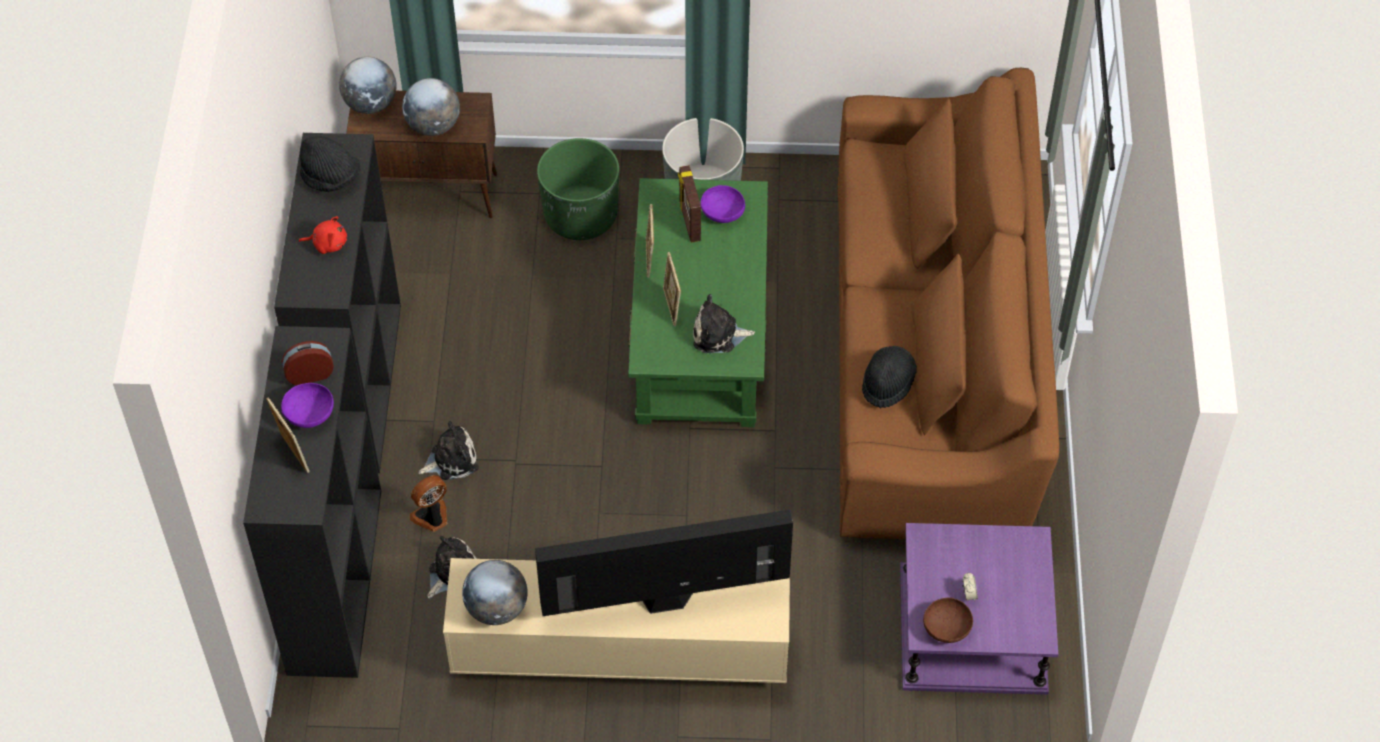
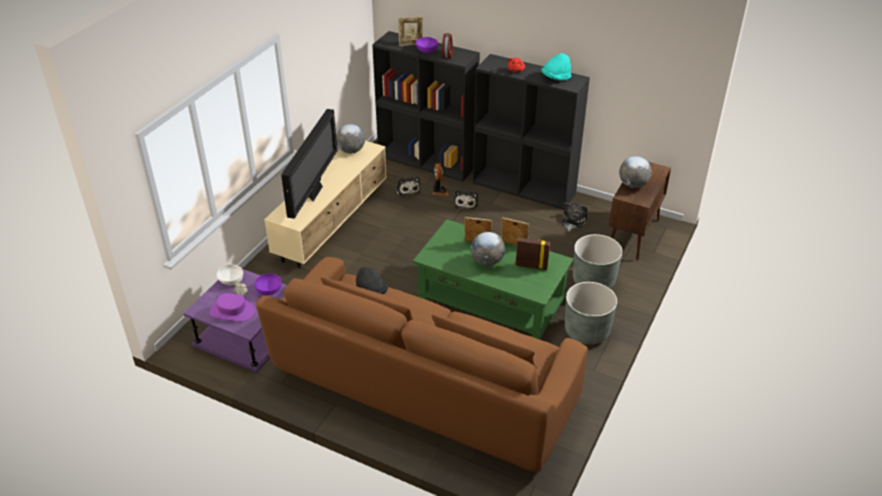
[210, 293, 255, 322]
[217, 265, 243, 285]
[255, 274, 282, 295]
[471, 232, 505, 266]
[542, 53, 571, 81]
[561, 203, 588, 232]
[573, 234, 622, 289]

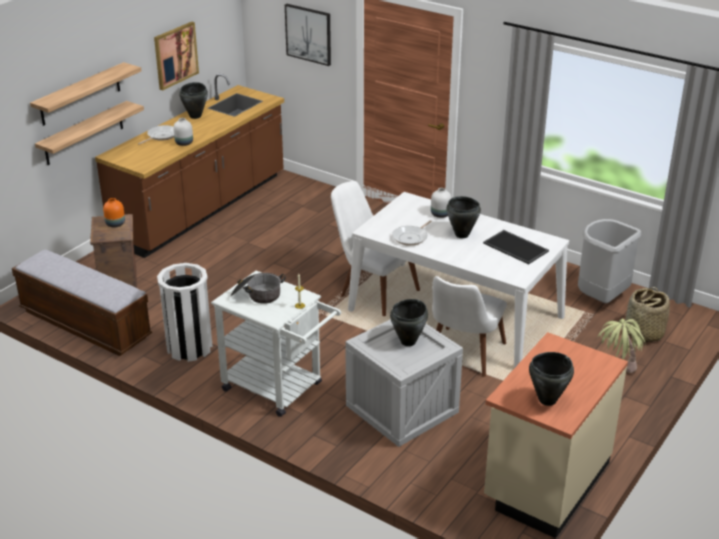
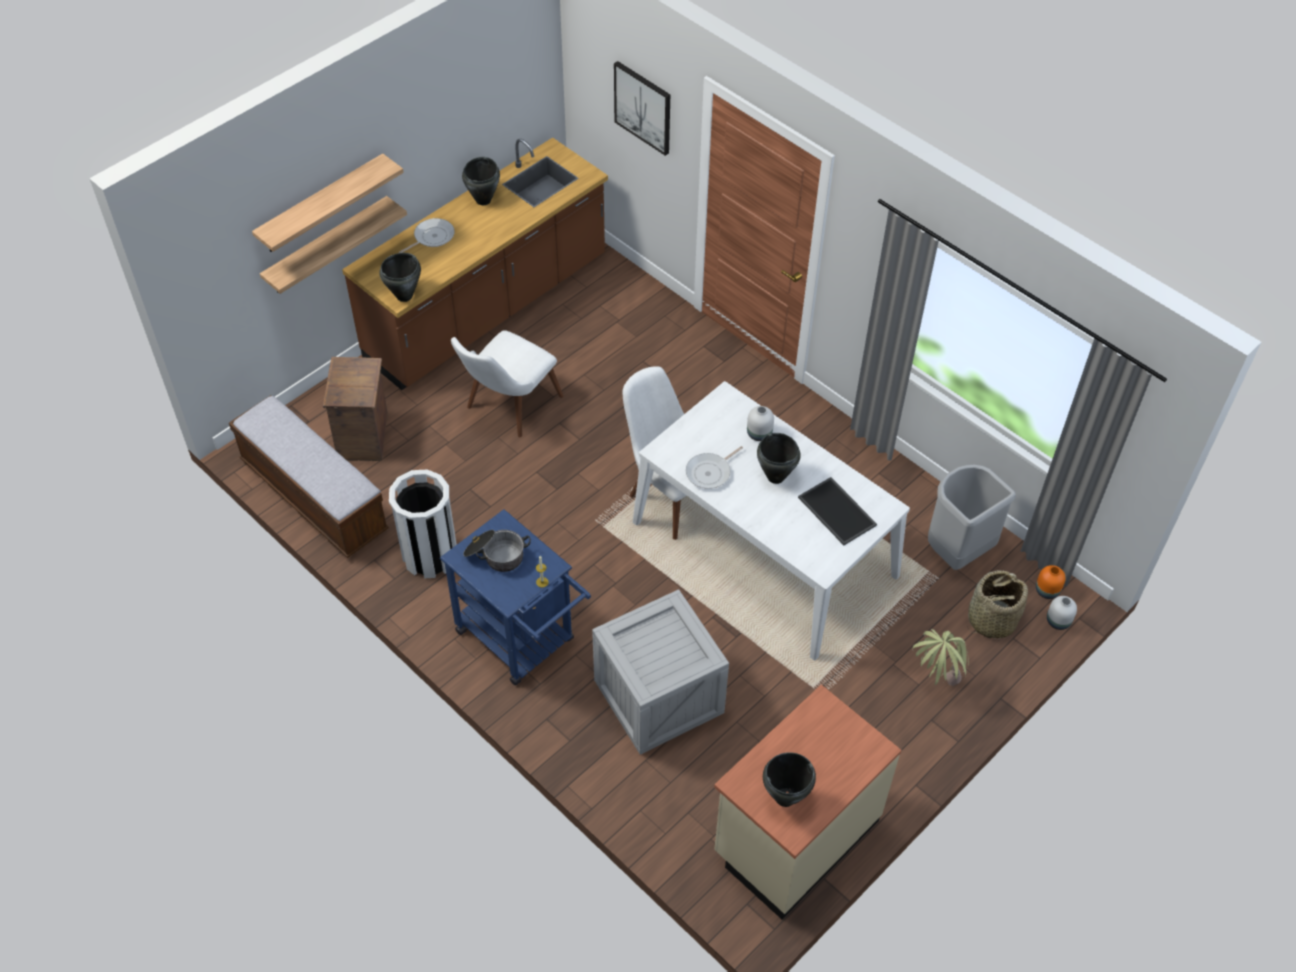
[380, 253, 421, 302]
[440, 509, 591, 685]
[451, 330, 563, 437]
[1036, 565, 1066, 599]
[1047, 596, 1077, 630]
[154, 22, 199, 90] (first image)

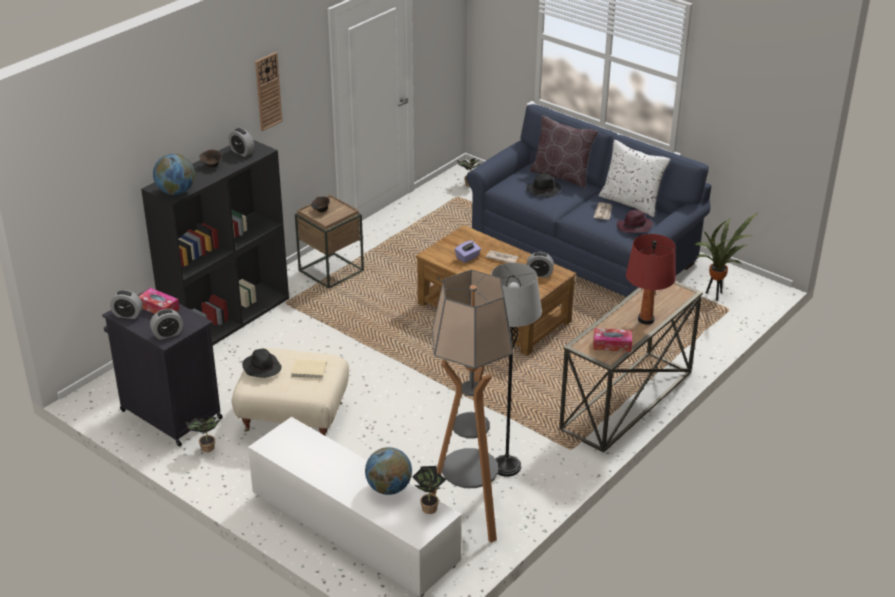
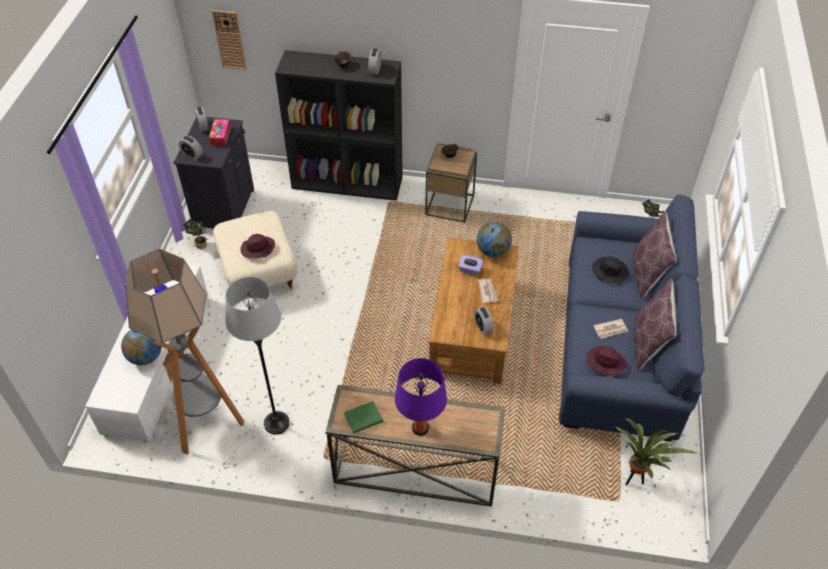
[212, 10, 247, 70]
[240, 234, 275, 259]
[344, 401, 383, 434]
[395, 358, 447, 436]
[477, 222, 512, 257]
[634, 279, 676, 371]
[242, 349, 281, 378] (first image)
[413, 466, 446, 514] (first image)

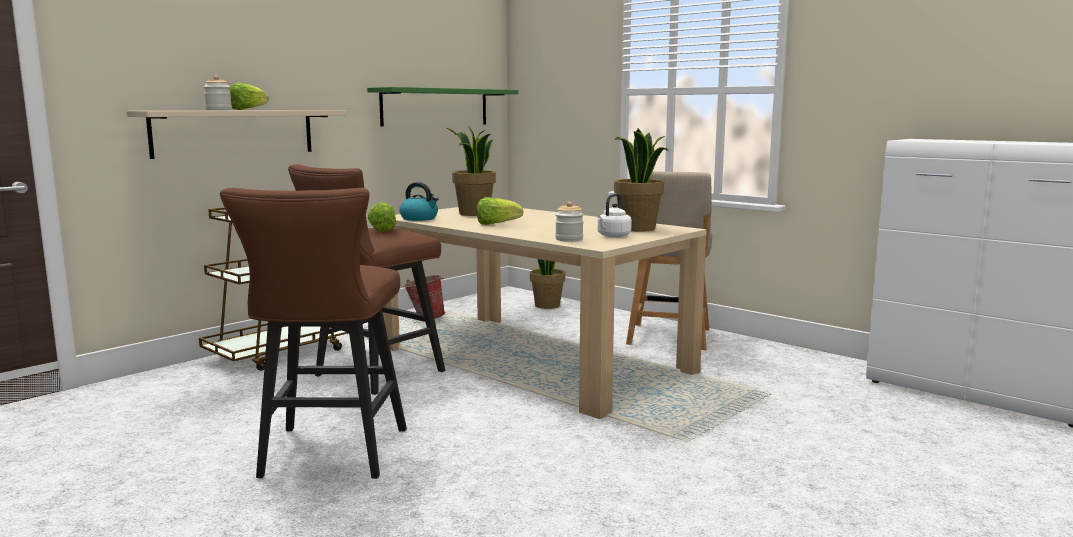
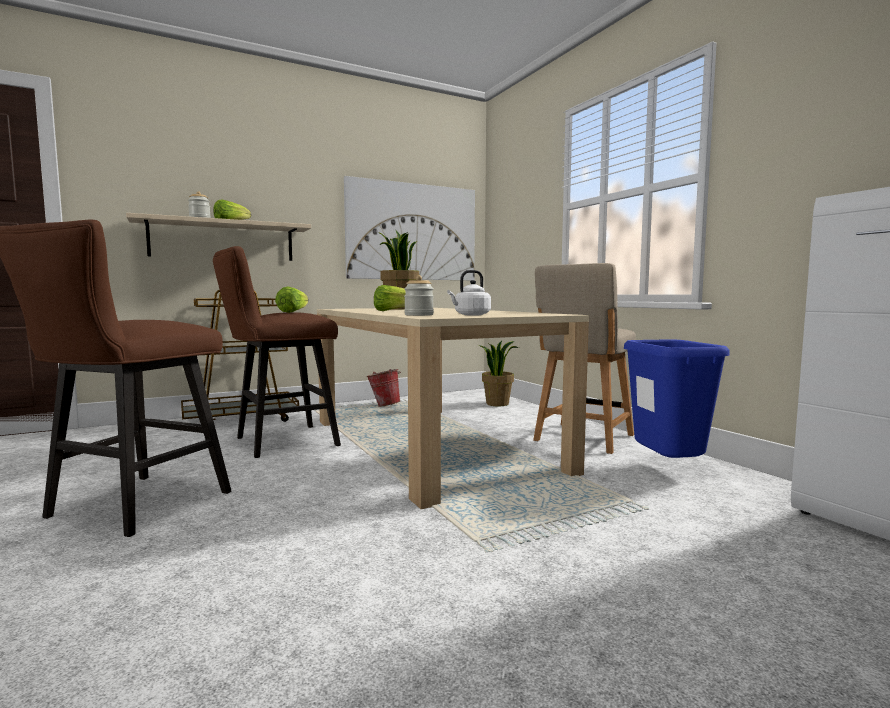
[344, 176, 475, 280]
[624, 339, 730, 458]
[399, 182, 439, 221] (first image)
[614, 128, 669, 232] (first image)

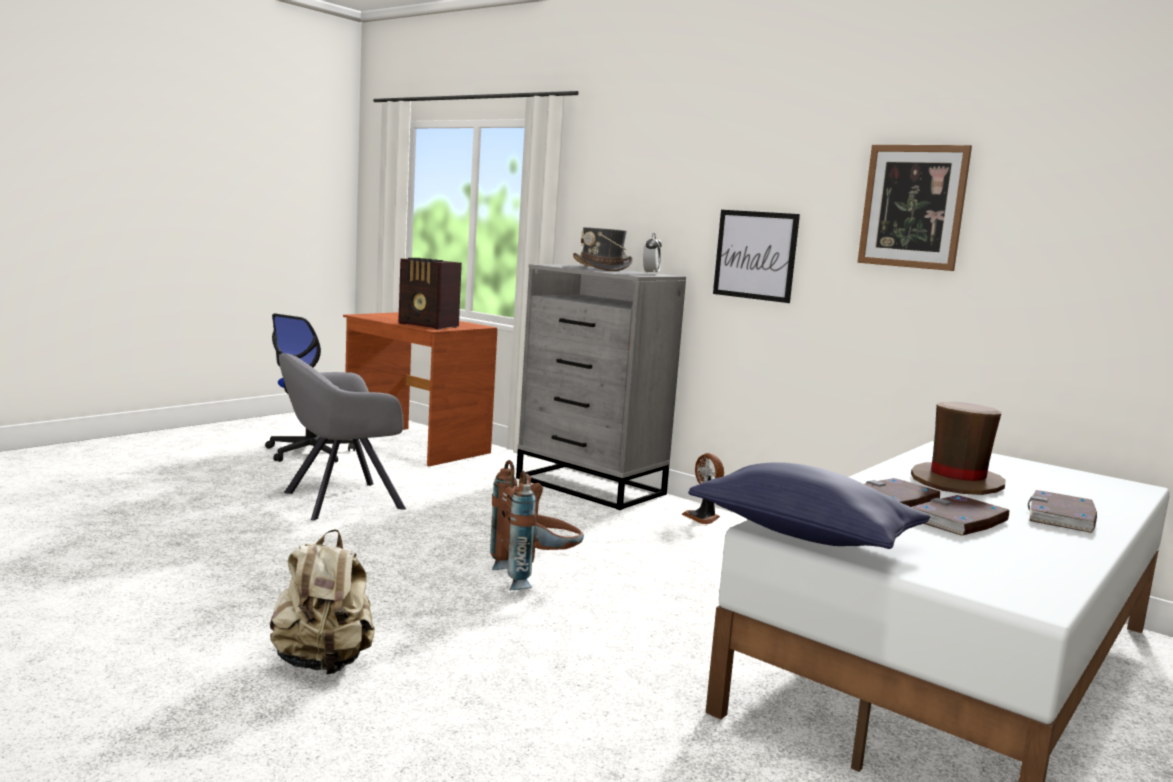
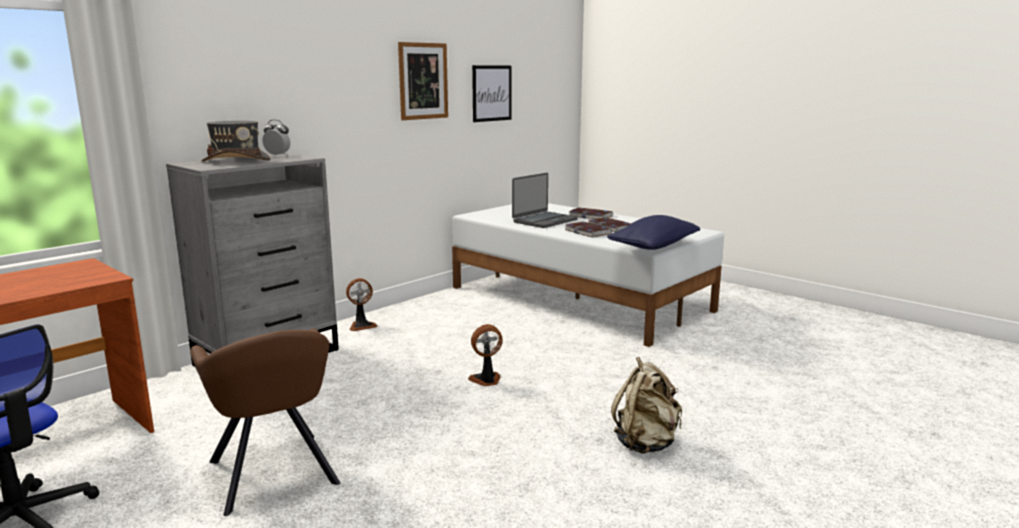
[190, 329, 340, 516]
[468, 324, 503, 386]
[472, 65, 512, 122]
[512, 173, 578, 228]
[398, 258, 462, 330] (first image)

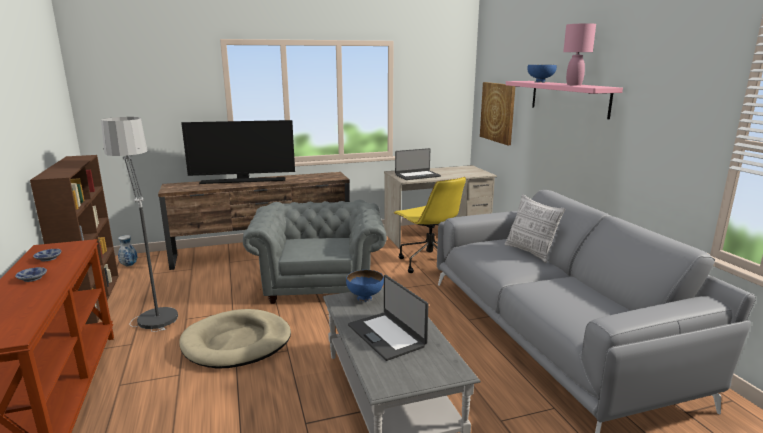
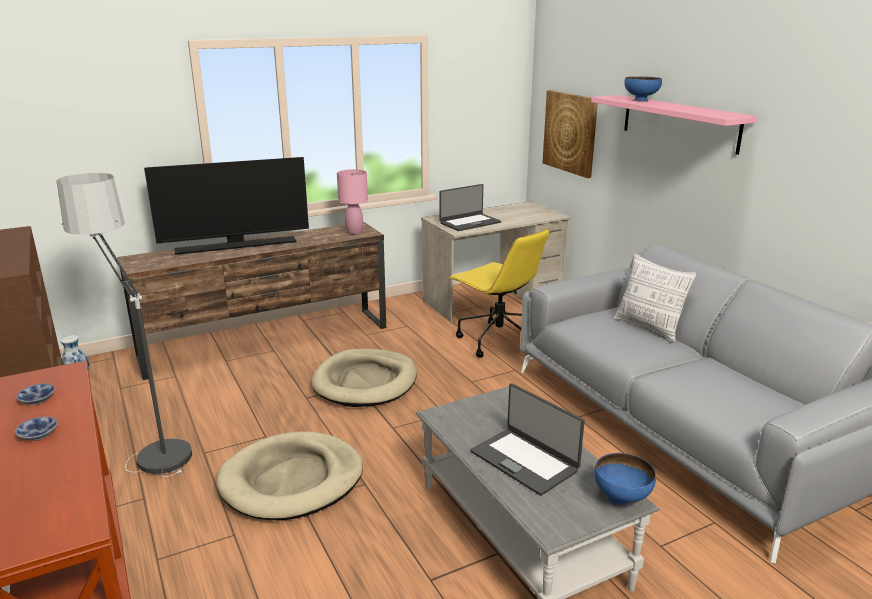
[311, 349, 417, 407]
[337, 169, 368, 235]
[594, 453, 656, 508]

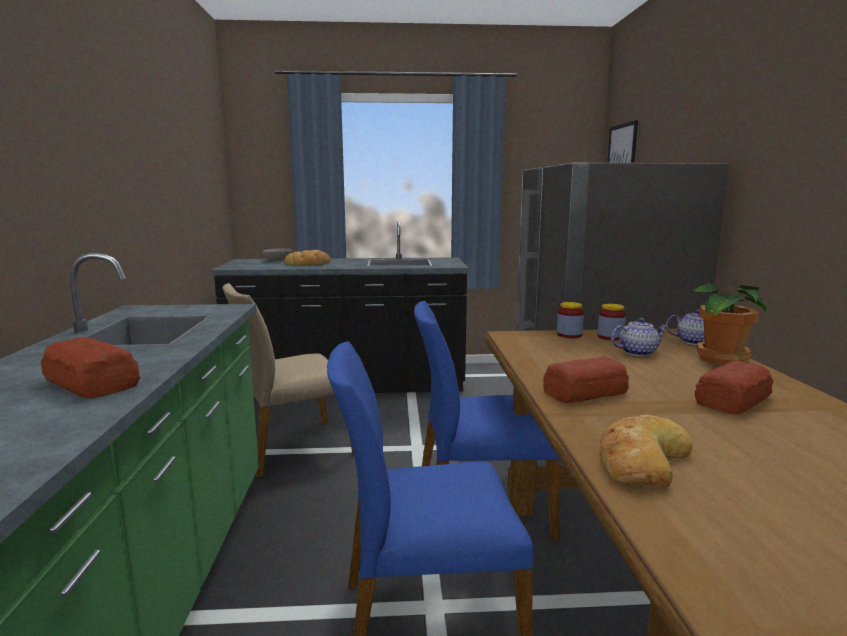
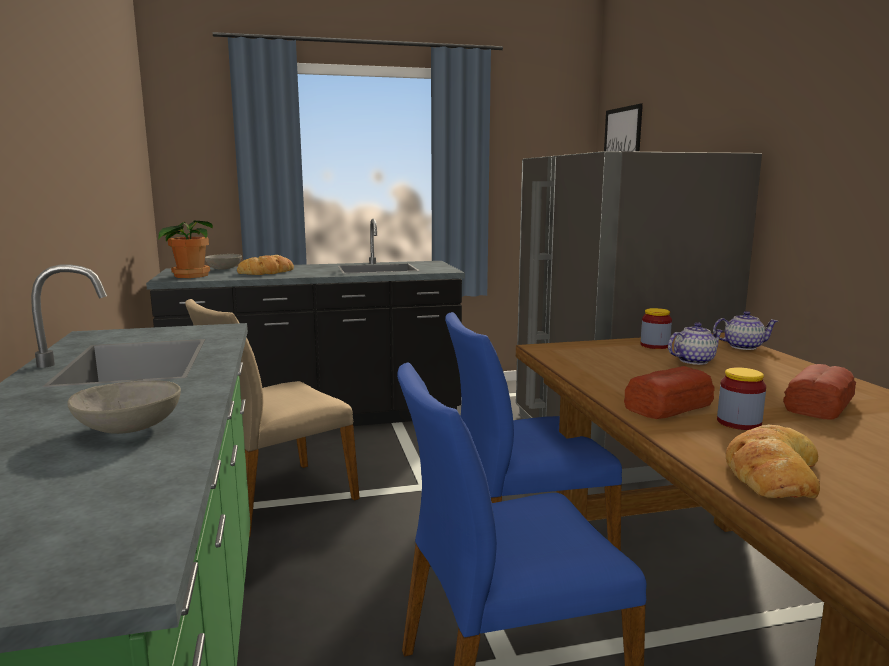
[67, 380, 181, 434]
[158, 220, 213, 278]
[717, 367, 766, 430]

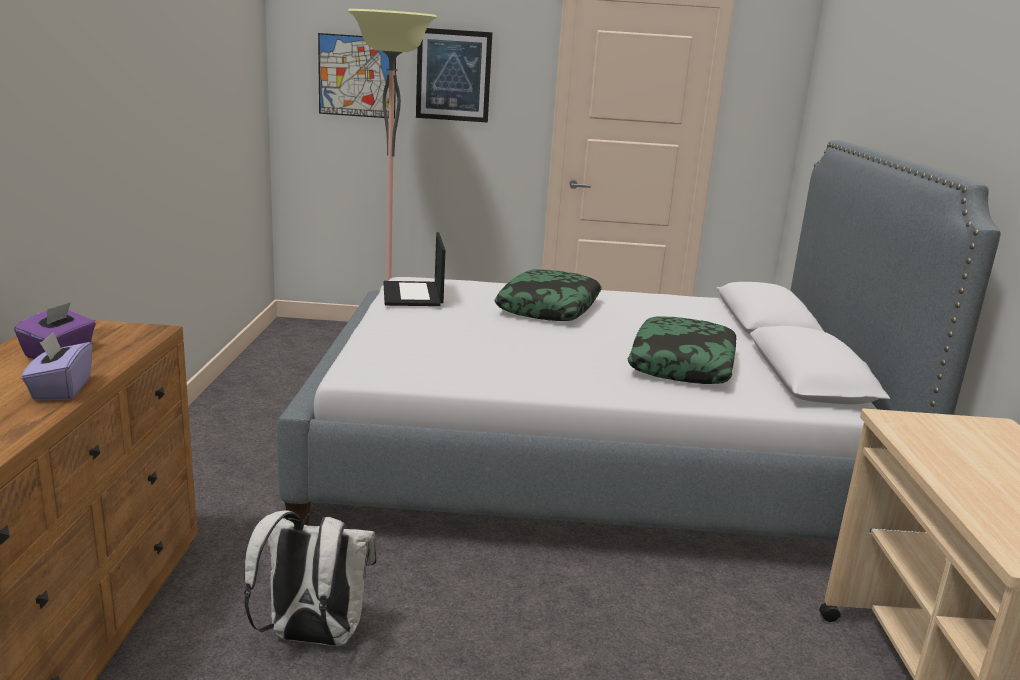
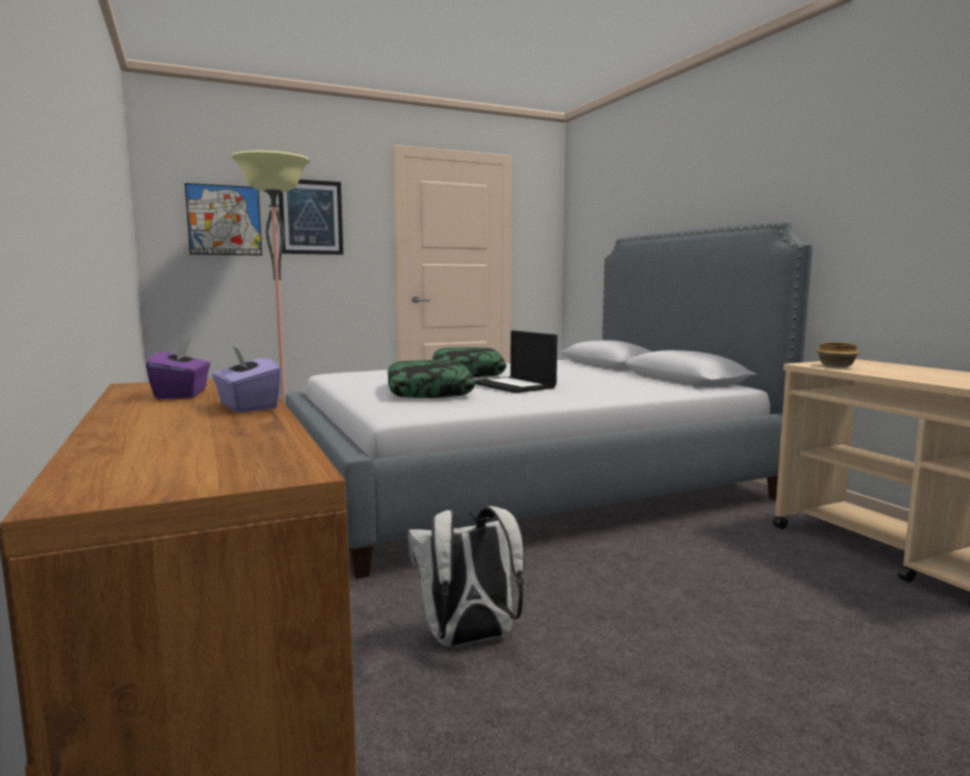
[387, 360, 476, 398]
[474, 330, 557, 393]
[816, 342, 860, 368]

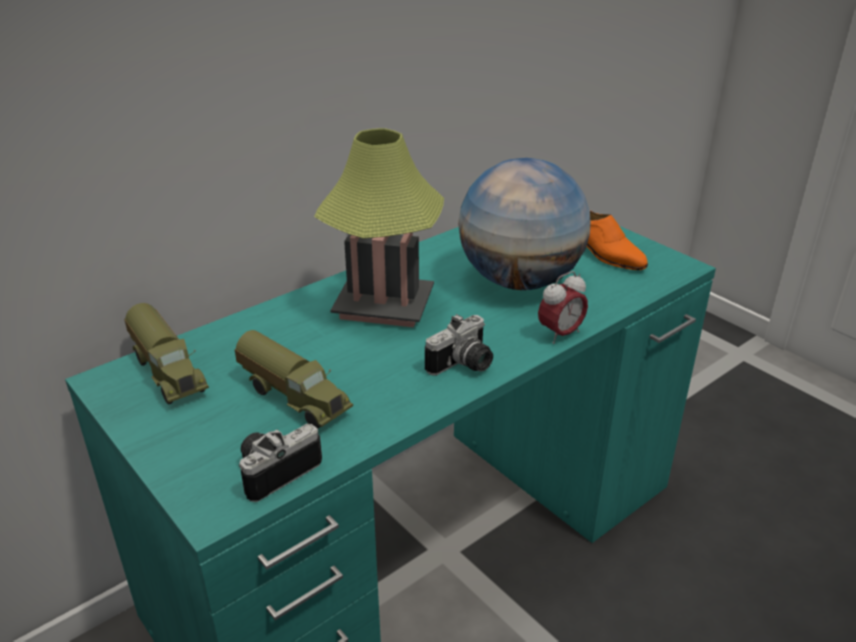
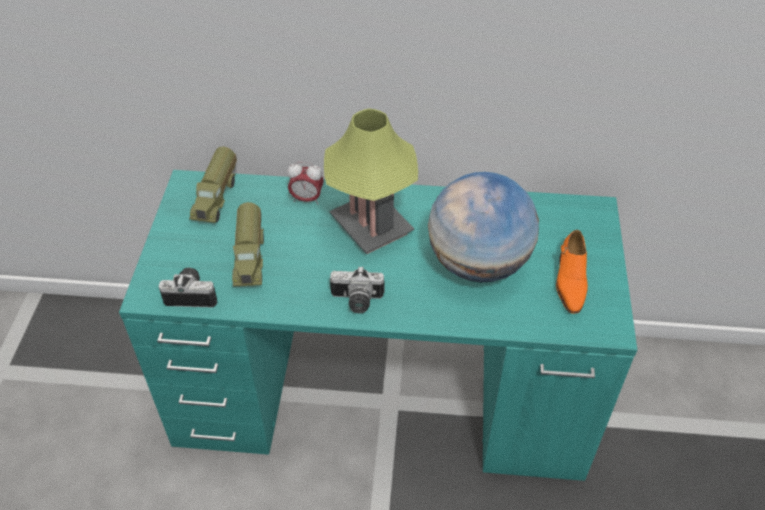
[287, 162, 324, 205]

